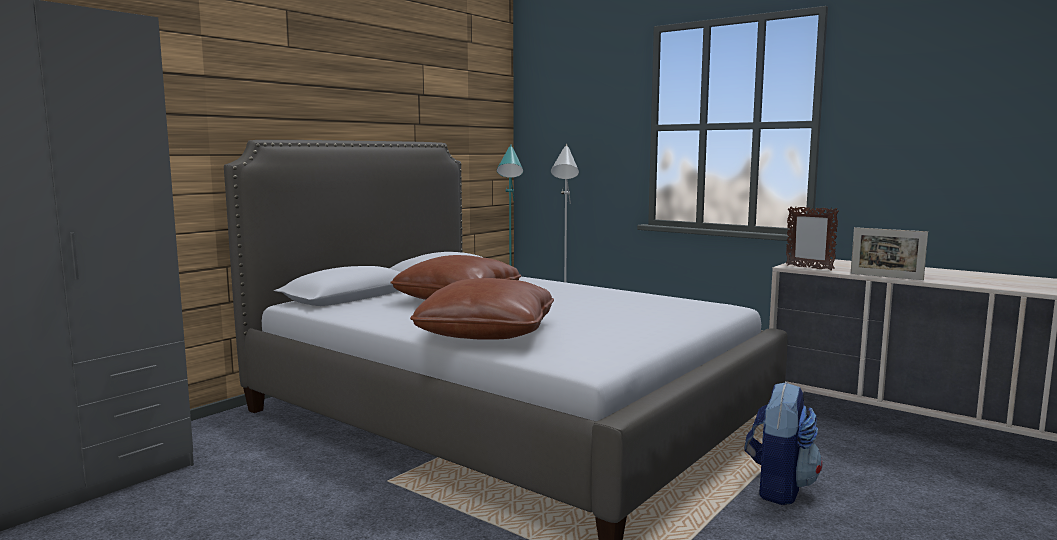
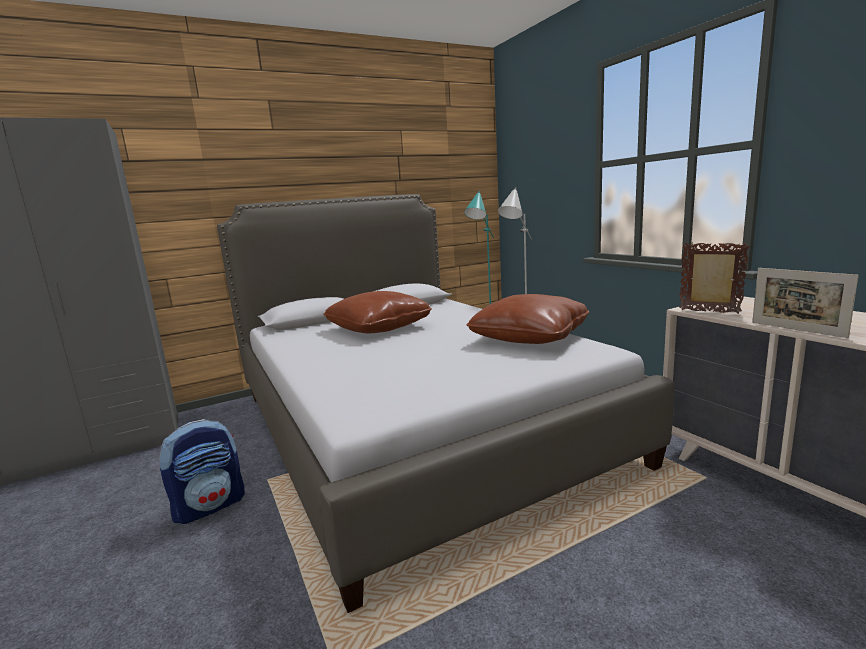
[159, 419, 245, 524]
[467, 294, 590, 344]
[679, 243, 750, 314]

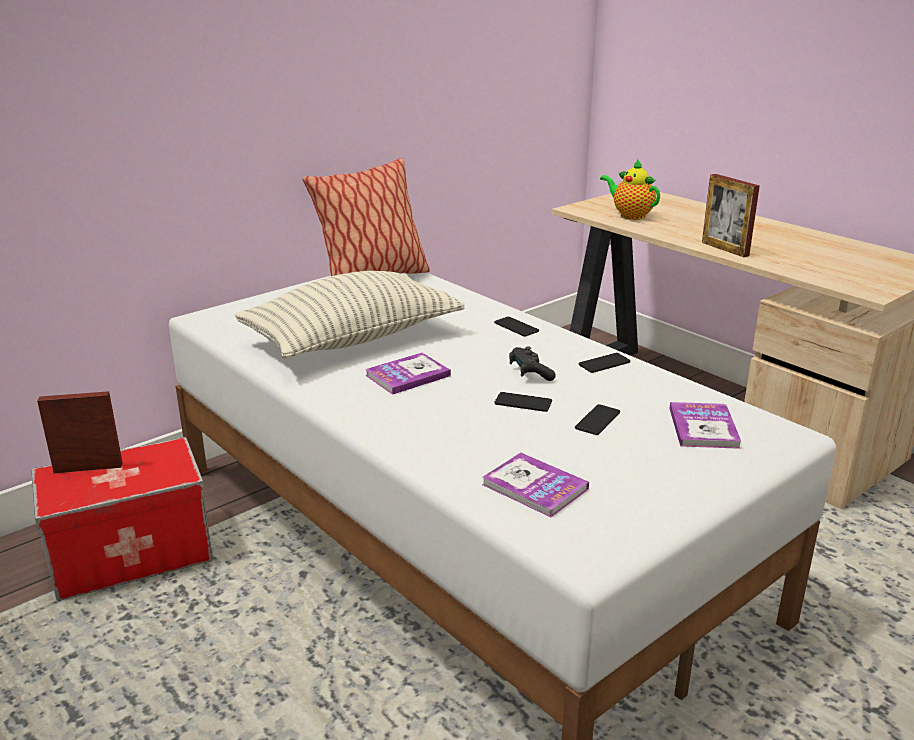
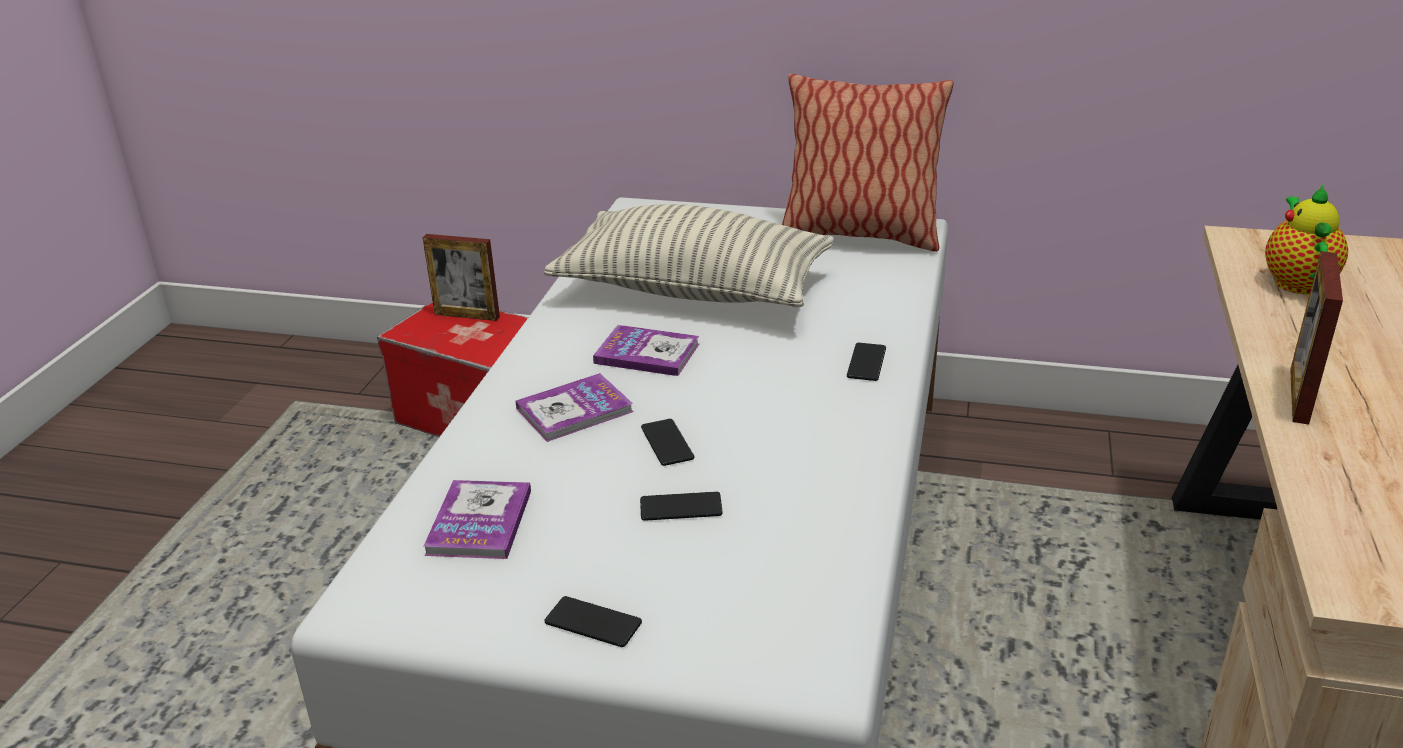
[423, 234, 500, 321]
[516, 373, 633, 442]
[544, 596, 642, 647]
[509, 347, 556, 381] (first image)

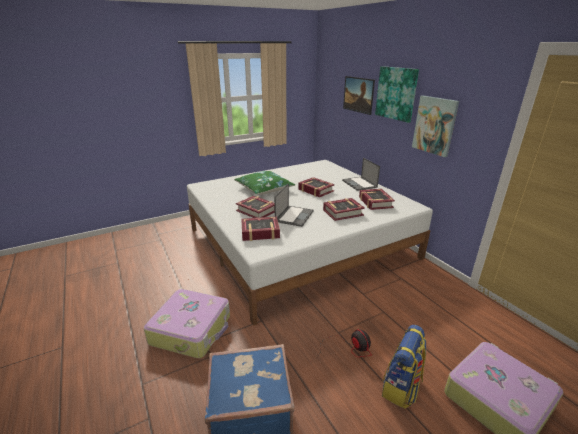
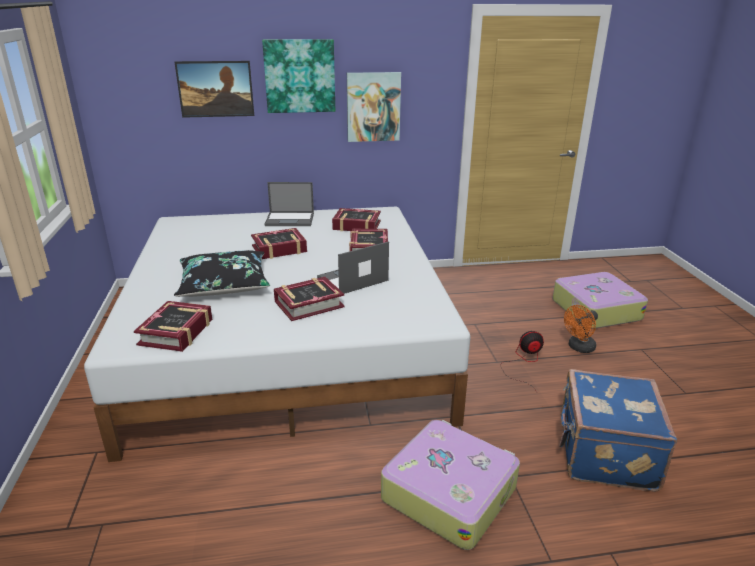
[134, 301, 212, 352]
[174, 250, 270, 297]
[317, 241, 389, 294]
[564, 305, 598, 353]

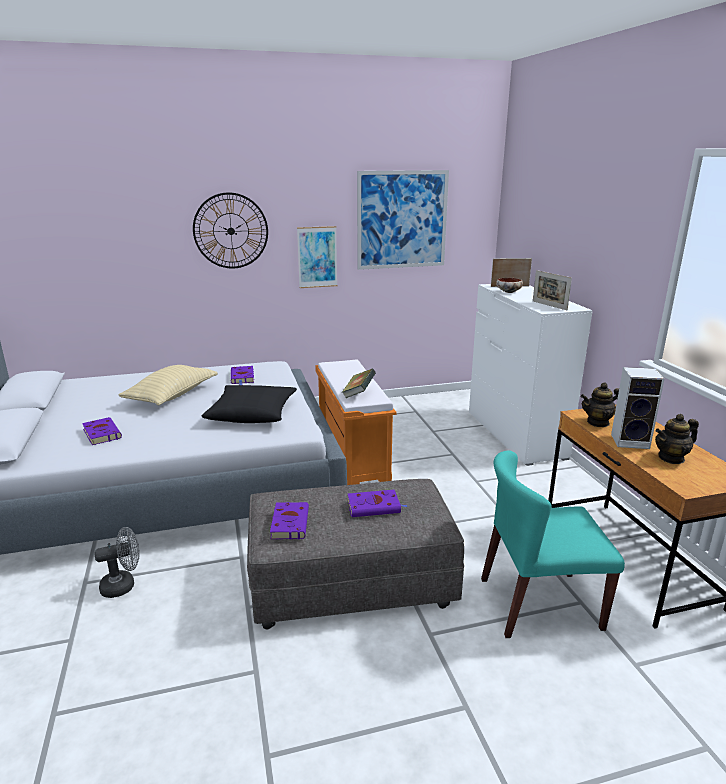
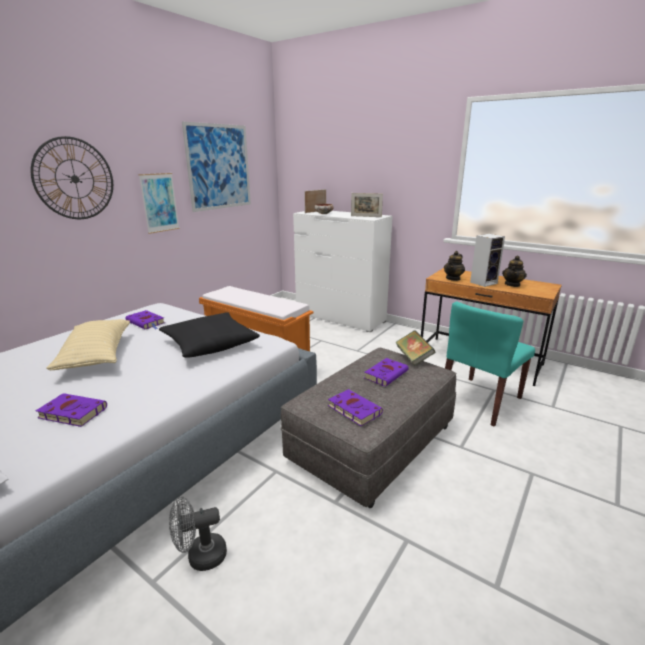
[169, 496, 227, 571]
[395, 330, 435, 366]

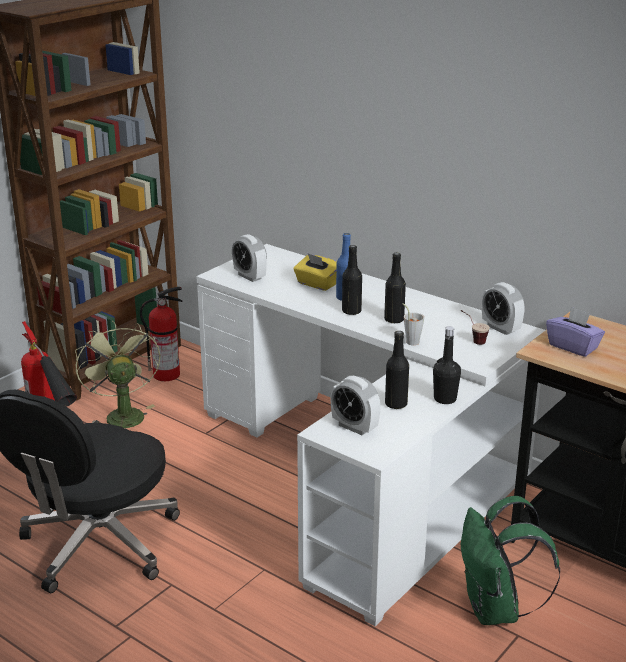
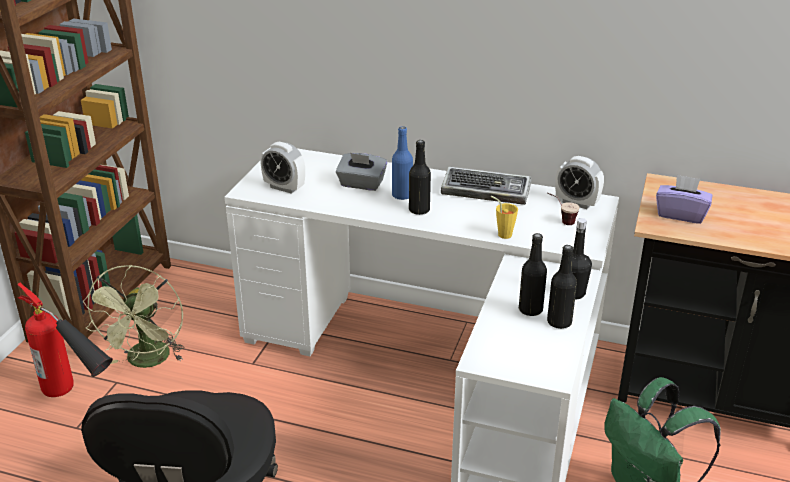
[83, 265, 184, 368]
[336, 153, 387, 191]
[441, 166, 531, 205]
[491, 196, 518, 239]
[547, 245, 577, 329]
[140, 287, 183, 381] (first image)
[331, 376, 381, 435] (first image)

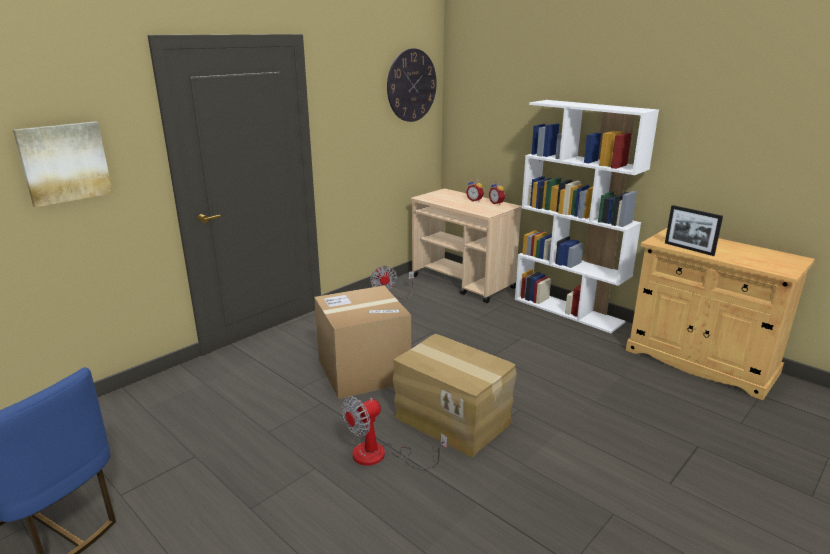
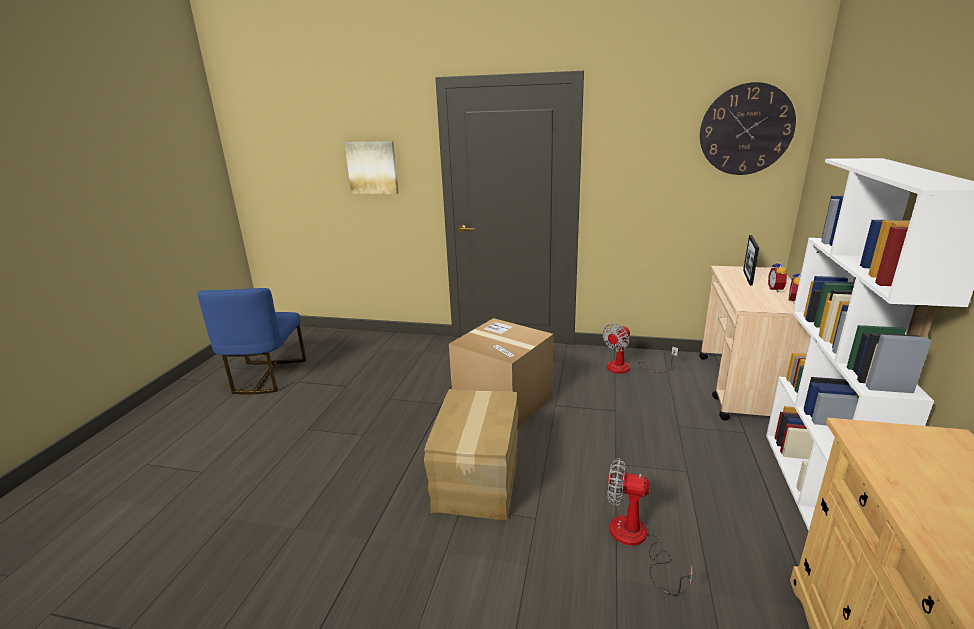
[607, 458, 693, 596]
[743, 235, 759, 286]

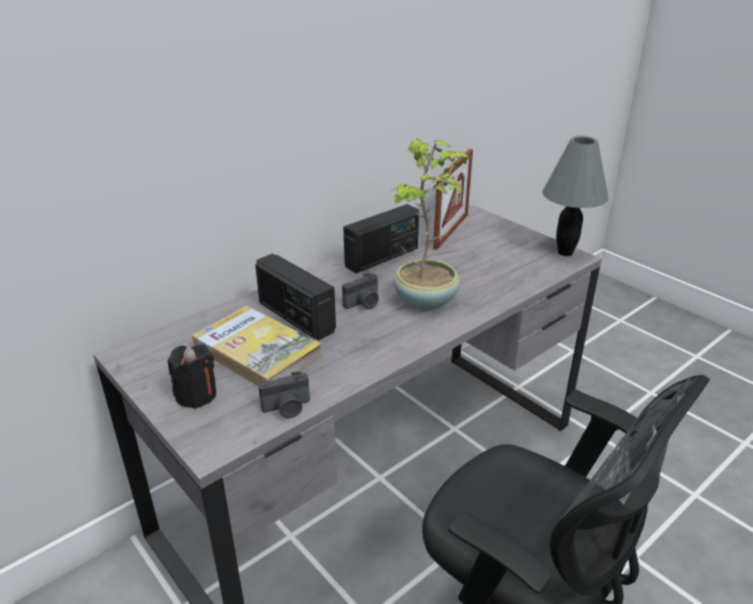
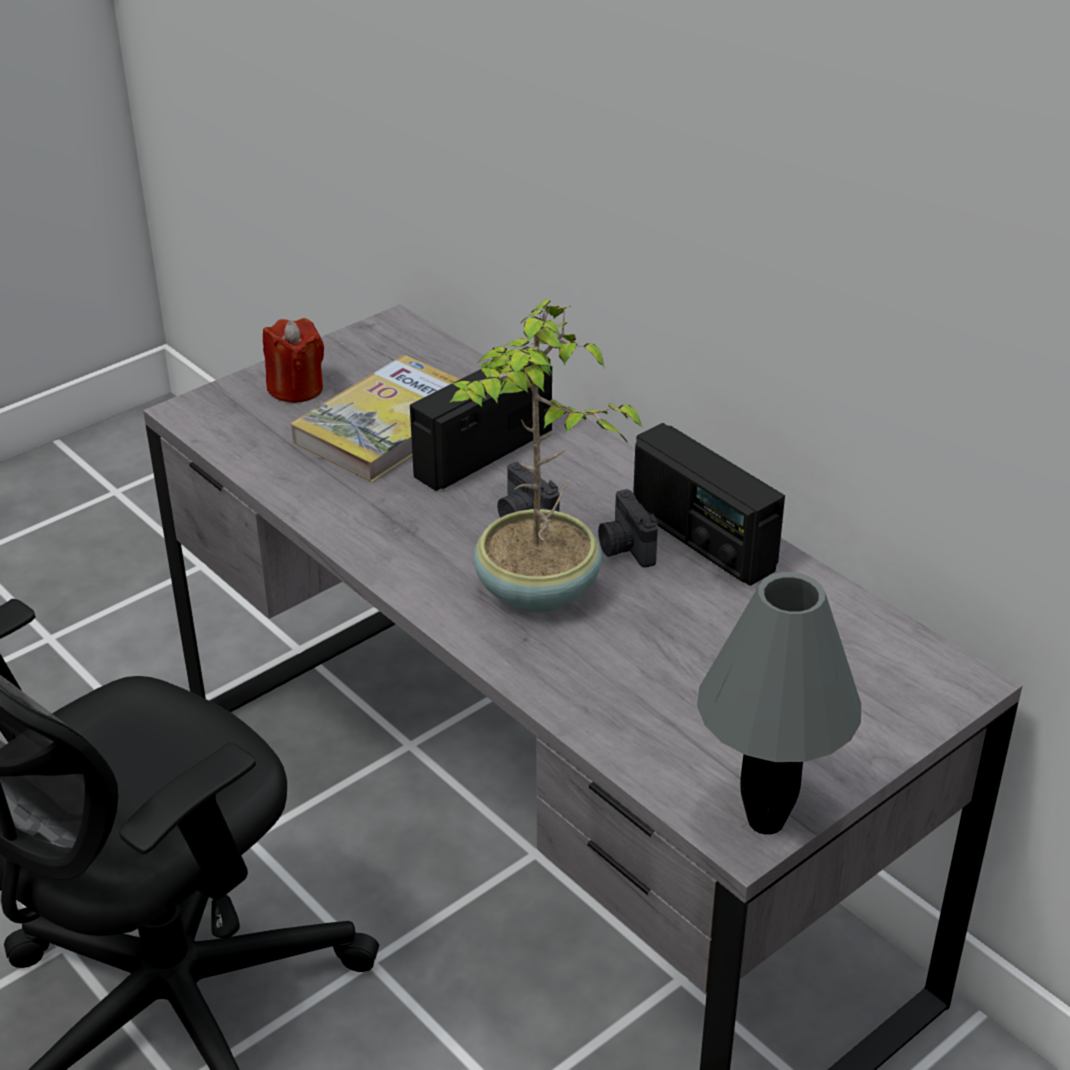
[263, 318, 324, 403]
[598, 489, 658, 568]
[433, 149, 473, 250] (first image)

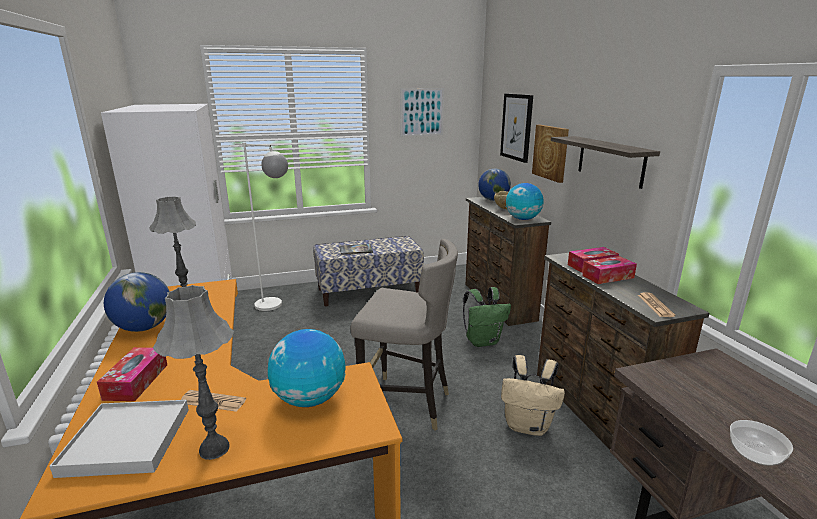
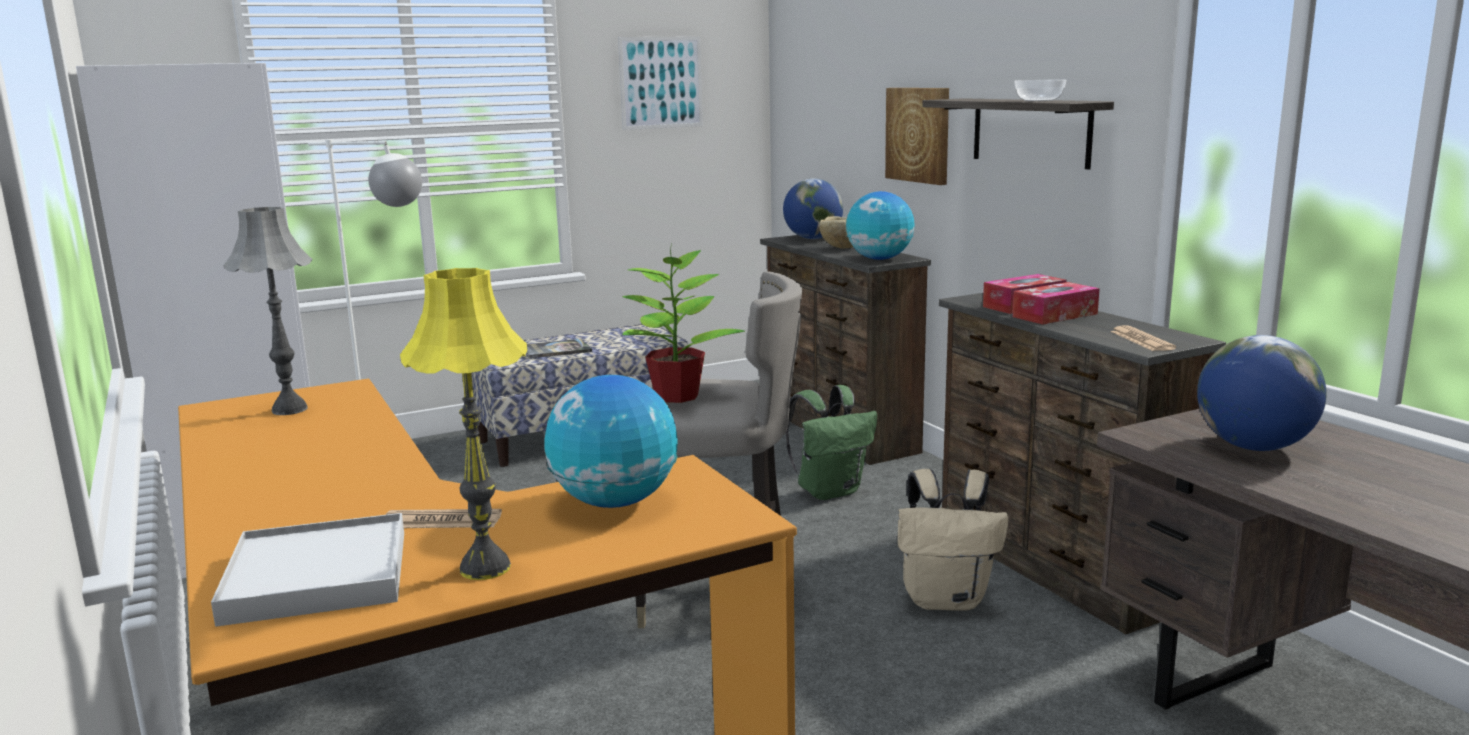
[400, 268, 527, 580]
[622, 243, 745, 403]
[1014, 80, 1067, 101]
[1197, 335, 1327, 451]
[97, 347, 167, 401] (first image)
[500, 94, 533, 163] (first image)

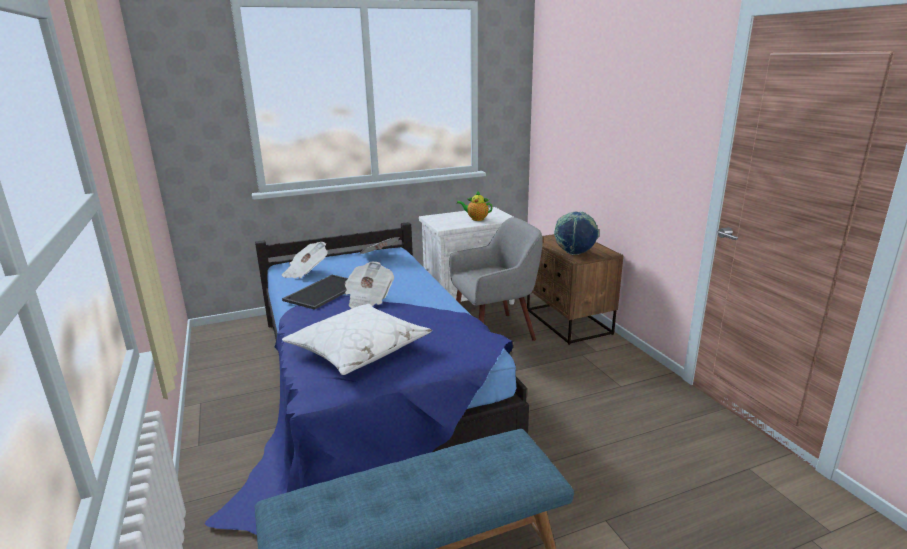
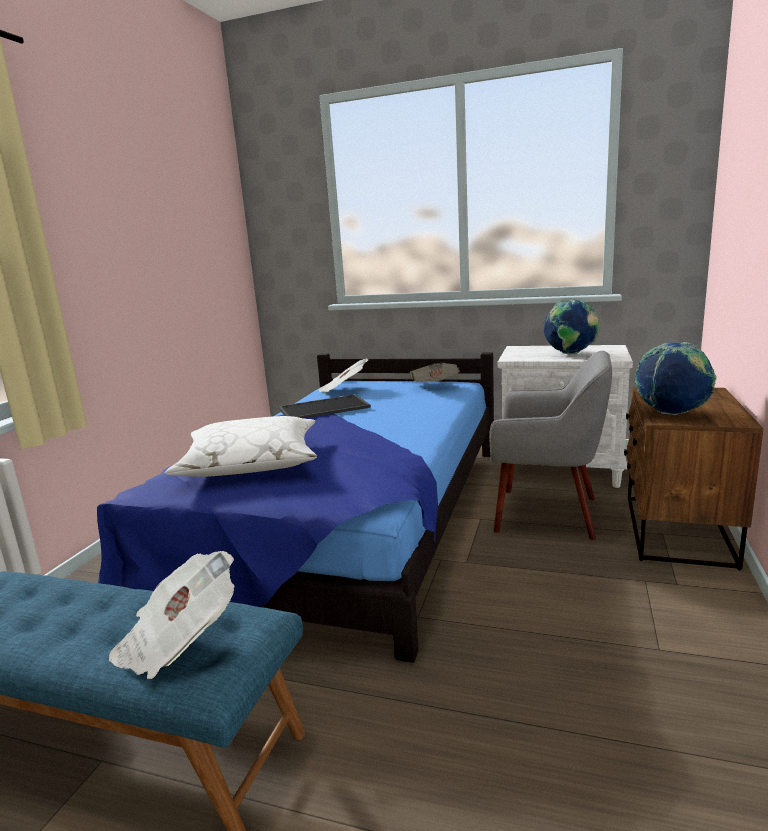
[109, 551, 235, 679]
[544, 299, 600, 354]

